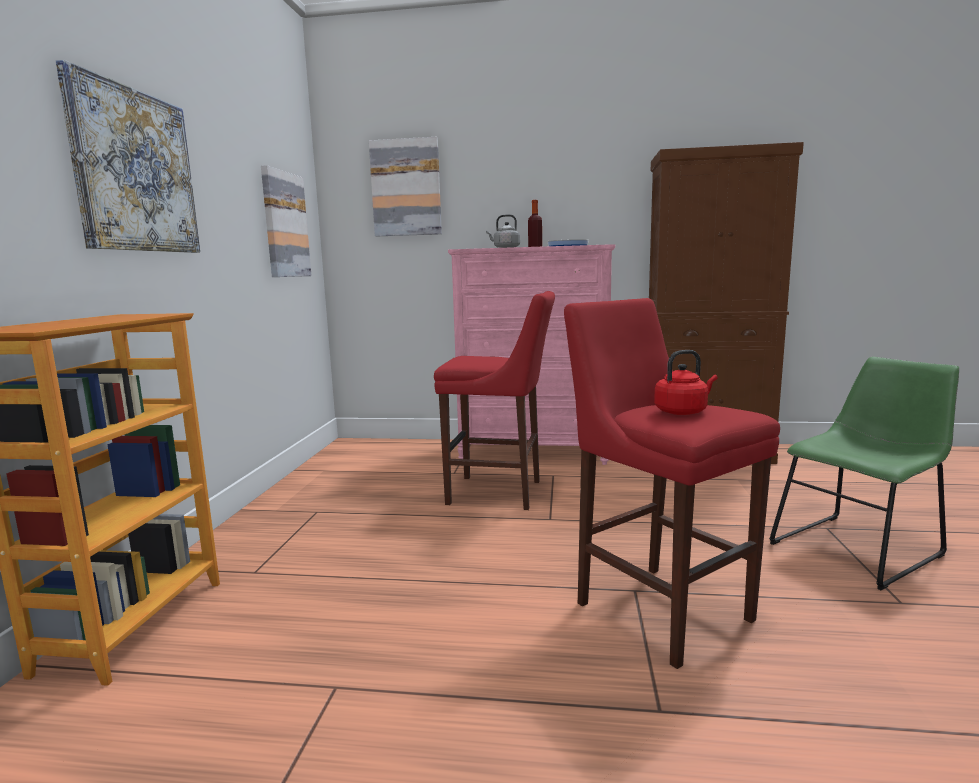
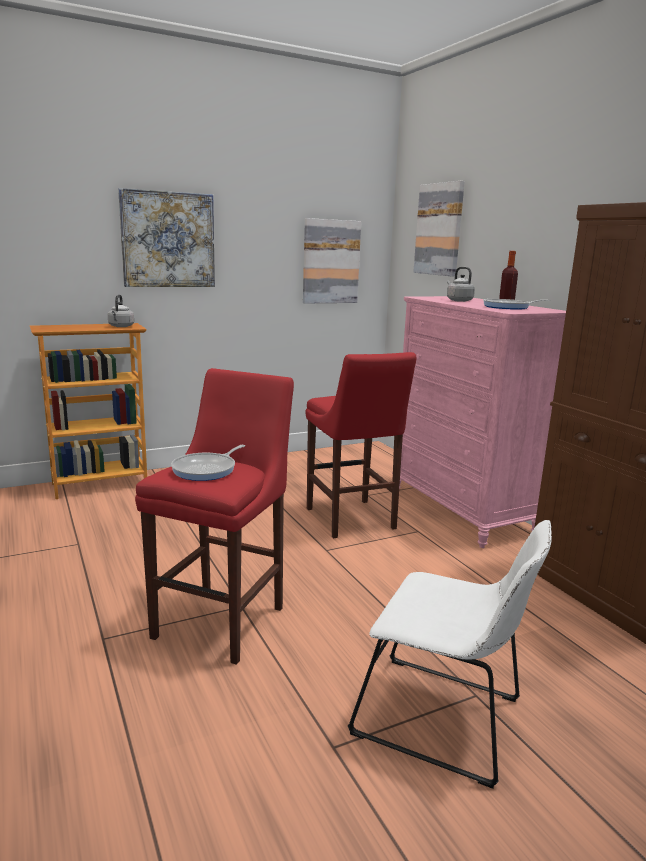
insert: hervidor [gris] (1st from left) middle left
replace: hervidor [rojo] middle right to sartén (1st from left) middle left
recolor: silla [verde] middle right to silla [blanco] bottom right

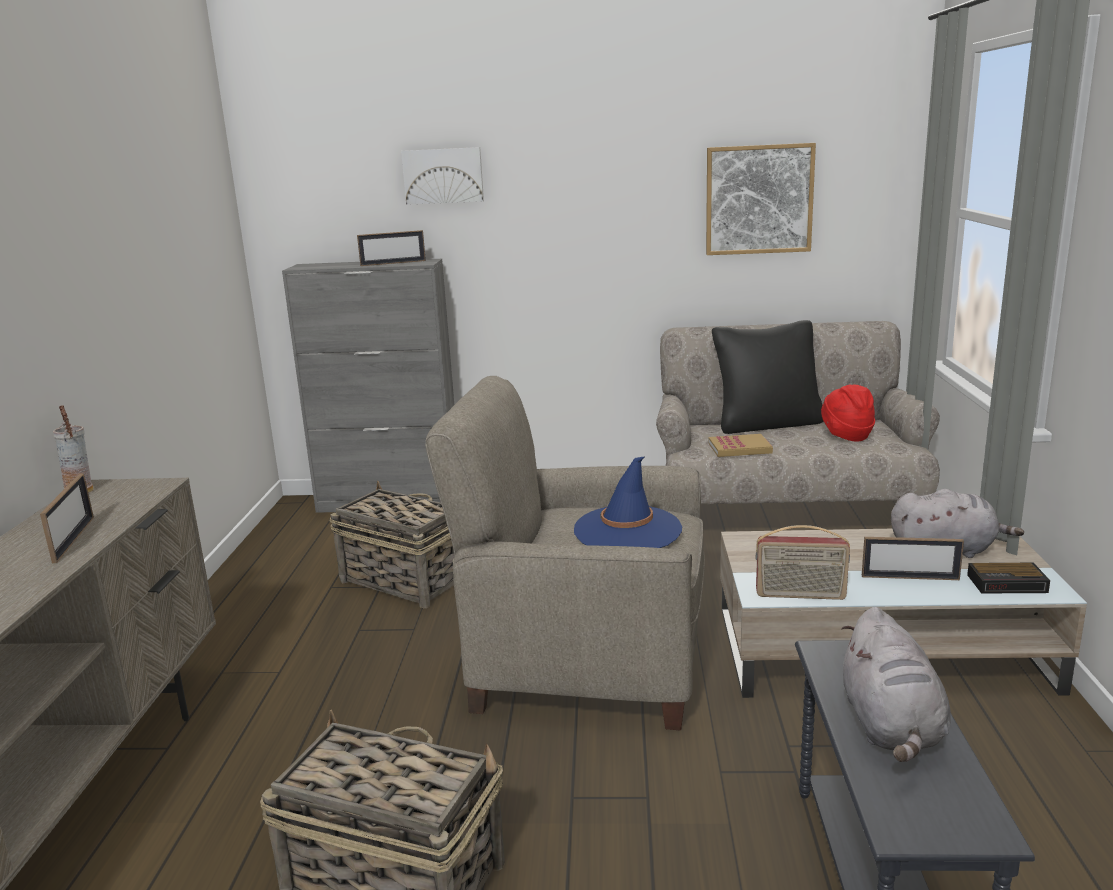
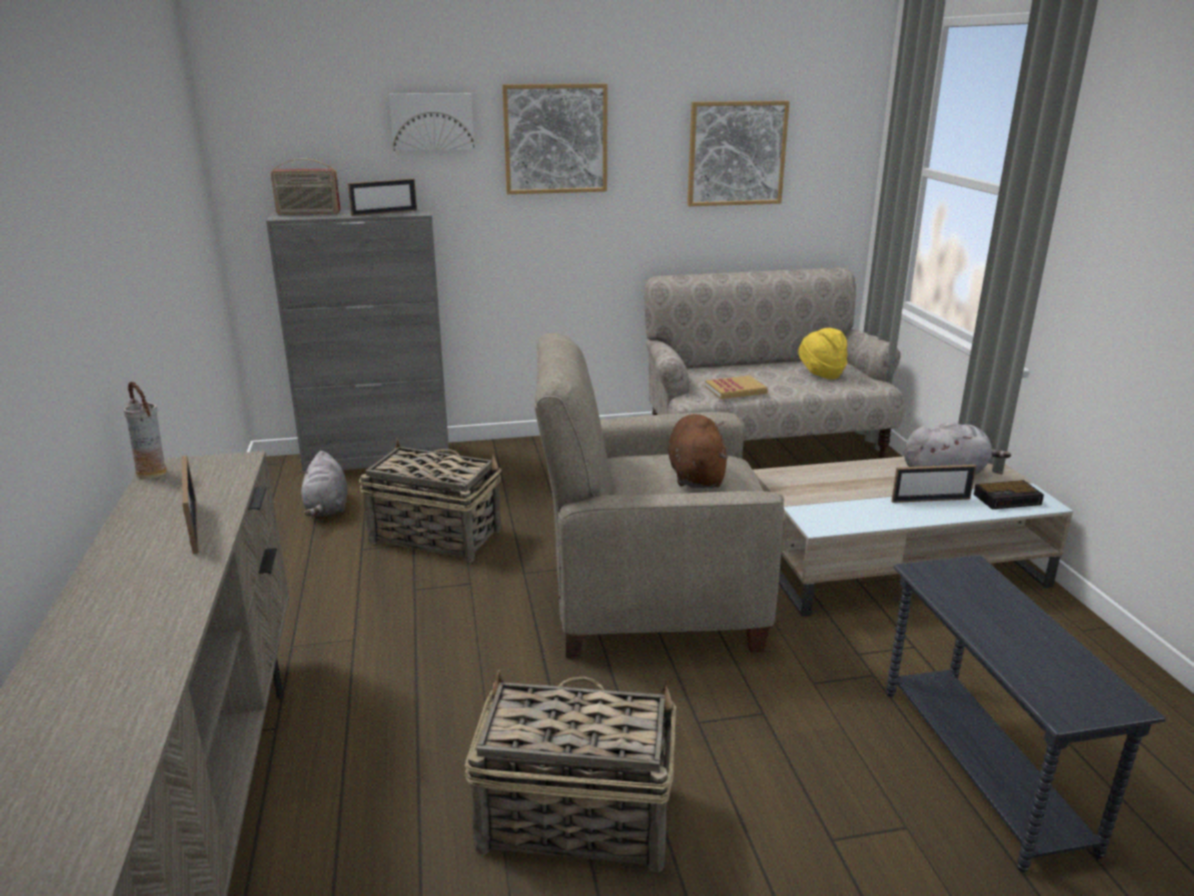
delete: cojín [negro] middle right
insert: cuadro (2nd from left) top centre
move: radio middle right to top left; peluche [gris] (1st from left) bottom right to middle left
replace: sombrero [azul] centre to peluche [marrón] centre
recolor: sombrero [rojo] middle right to sombrero [amarillo] middle right

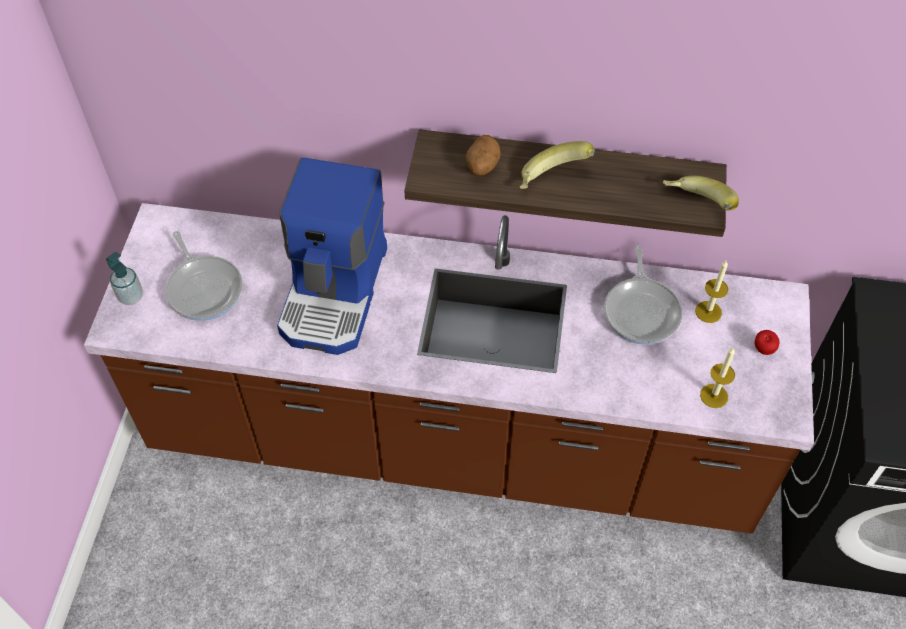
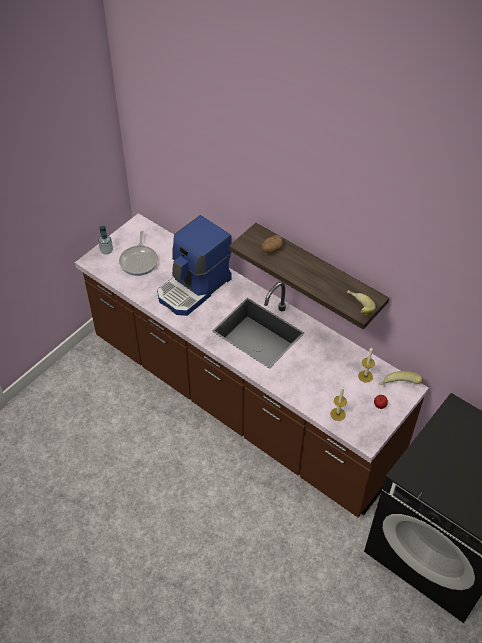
delete: sartén (2nd from left) middle right
move: plátano (1st from left in the first image) top centre to plátano (2nd from left) middle right

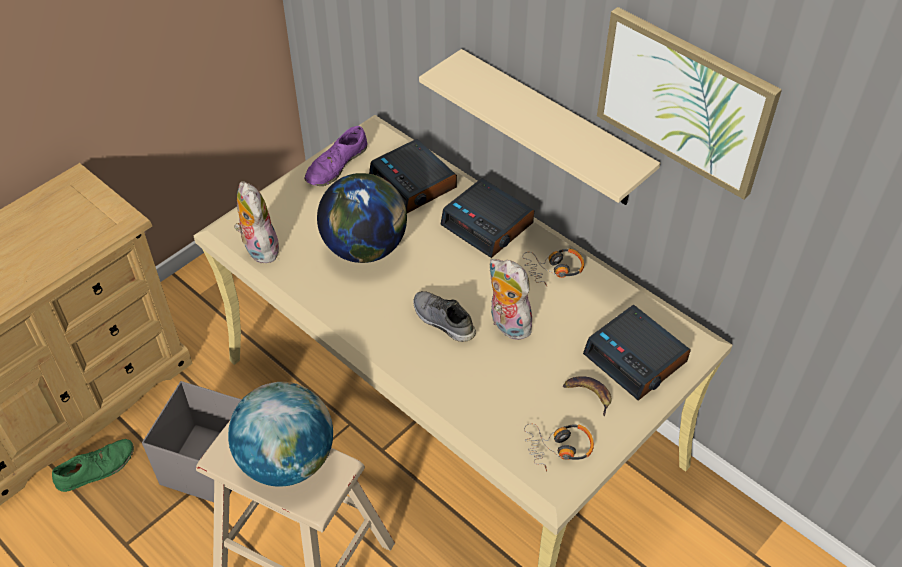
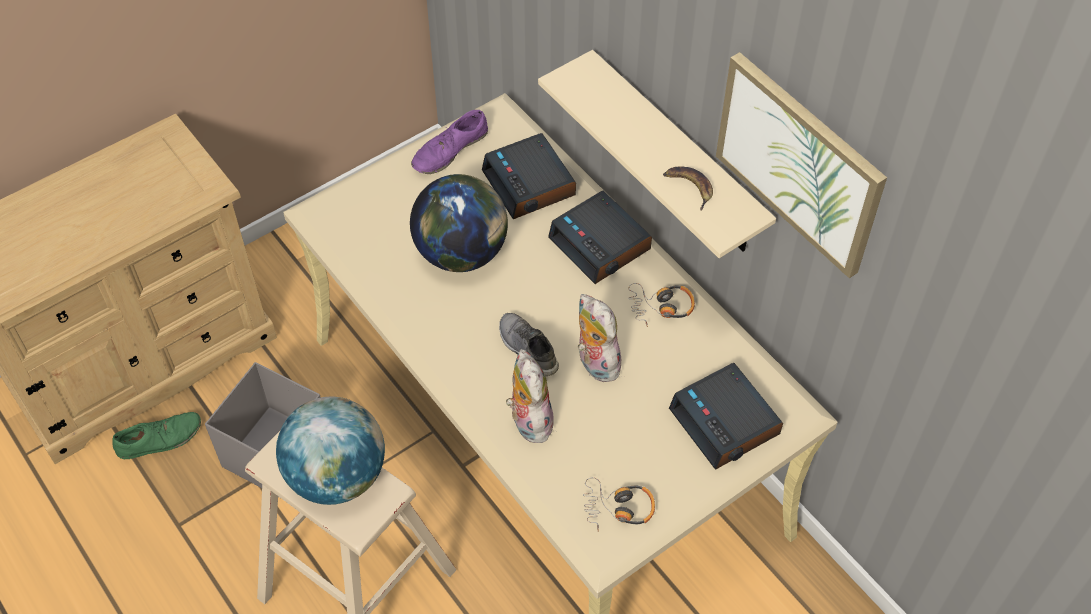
move: peluche (1st from left) middle left to centre; plátano bottom centre to top centre

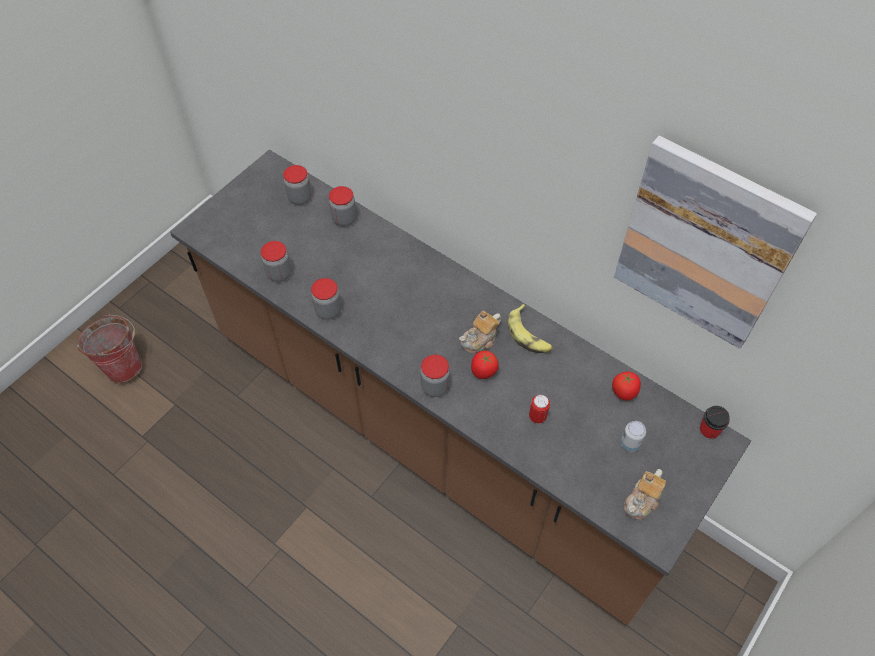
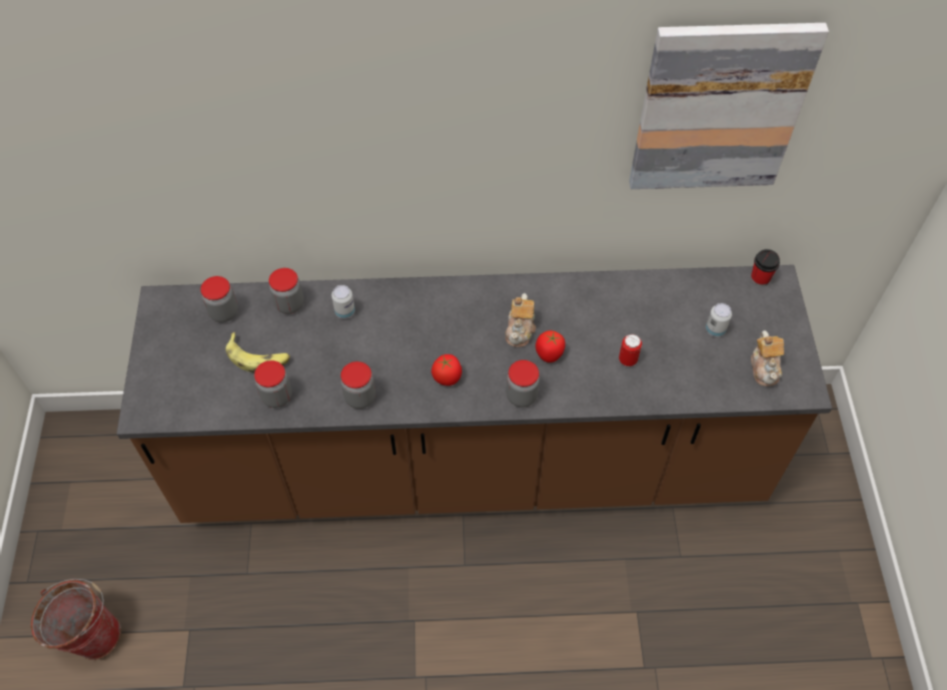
insert: lata (1st from left) centre
move: plátano centre to middle left; tomate (2nd from left in the first image) middle right to tomate (1st from left) centre

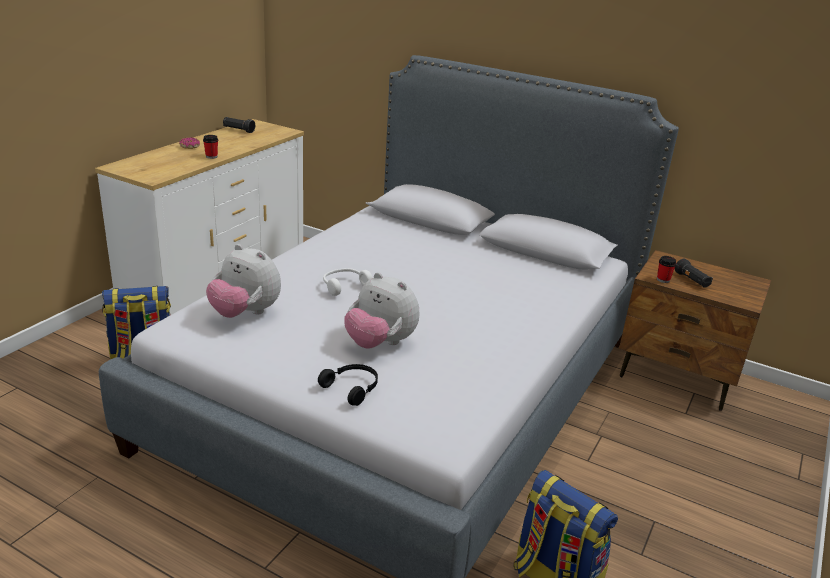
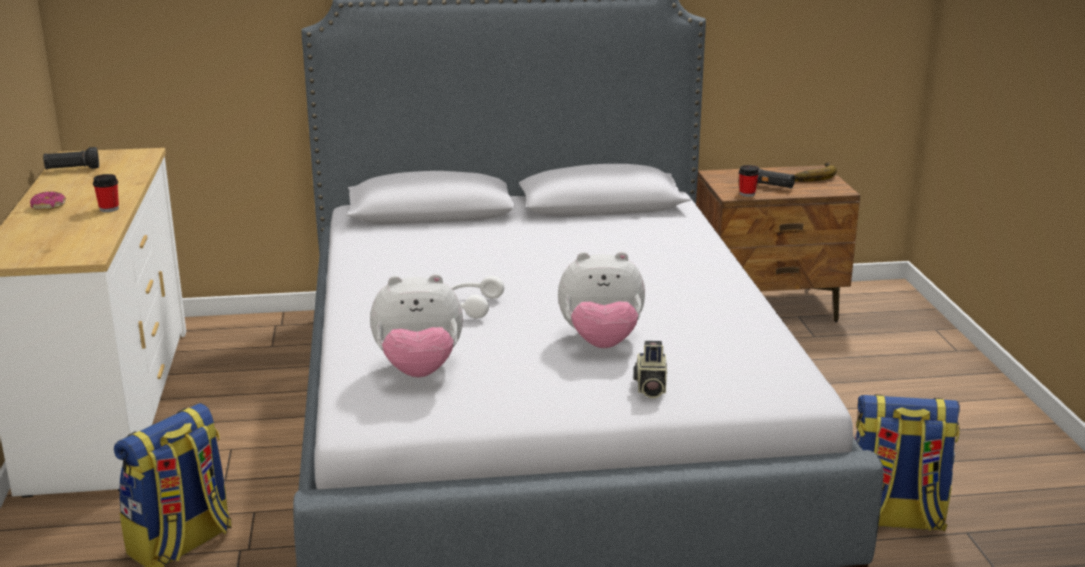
insert: plátano top right
replace: auriculares [negro] centre to cámara centre

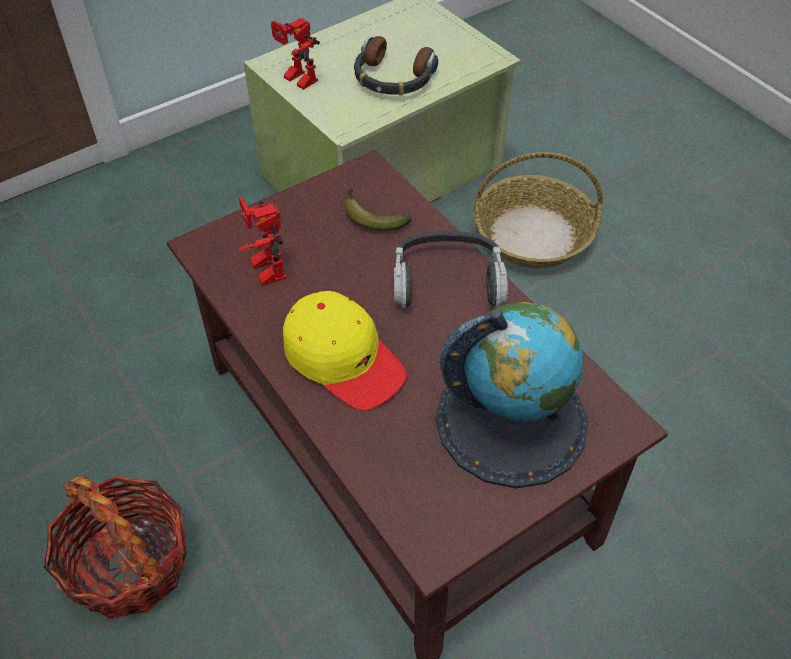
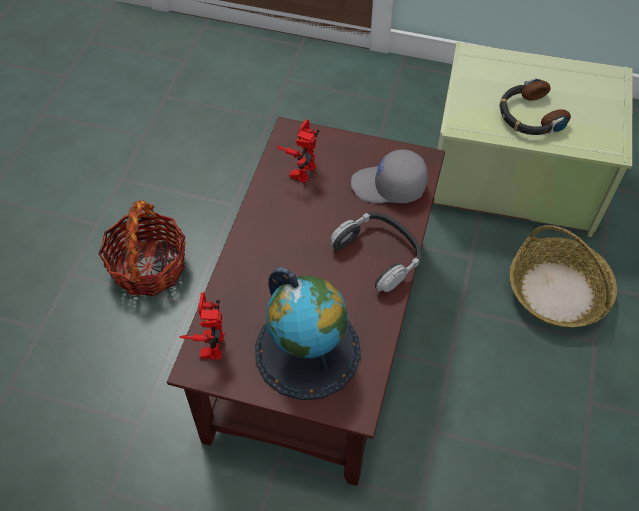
delete: gorra [amarillo] centre
move: robot de juguete (2nd from left in the first image) top centre to robot de juguete (1st from left) middle left
replace: plátano top centre to gorra [gris] centre

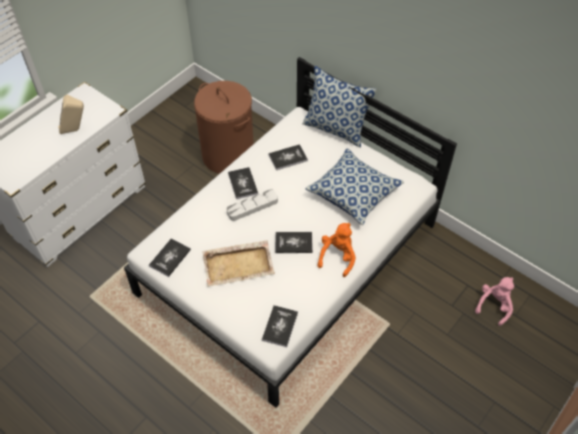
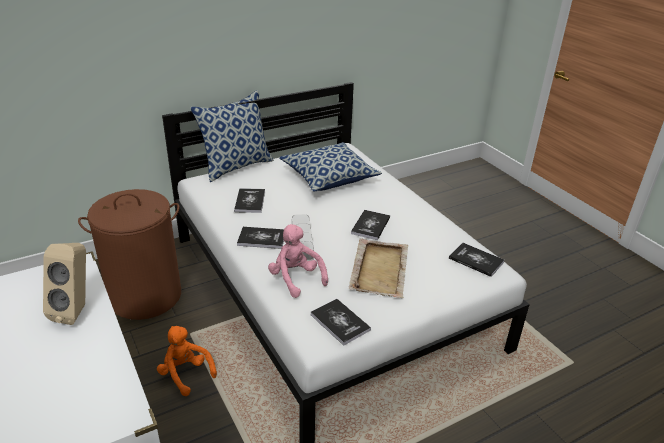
move: peluche [naranja] centre to bottom left; peluche [rosa] bottom right to centre

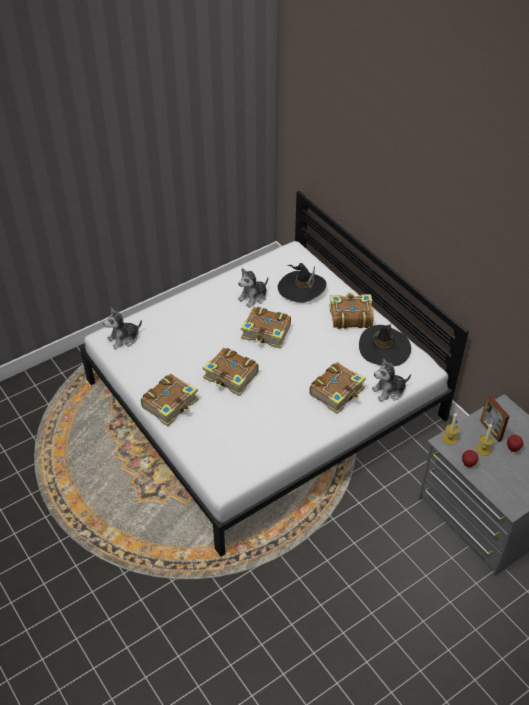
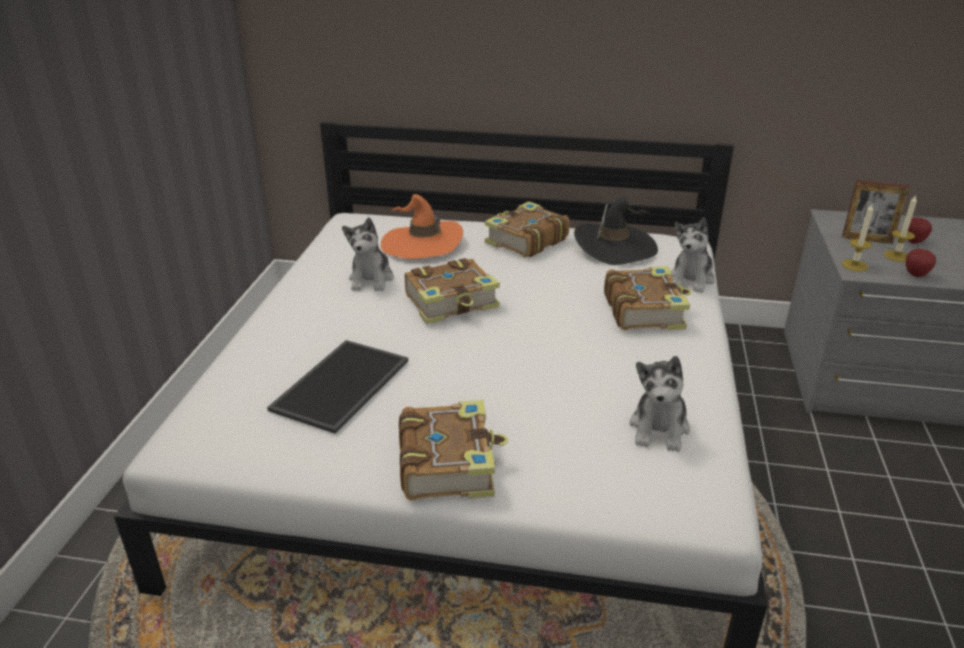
delete: libro (2nd from left) centre
insert: bandeja centre
move: peluche (1st from left in the first image) middle left to peluche (2nd from left) middle right
recolor: sombrero [negro] (1st from left) centre to sombrero [naranja] centre

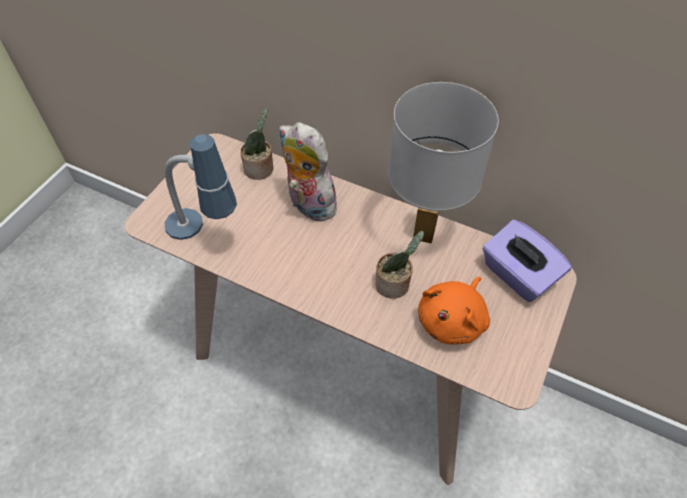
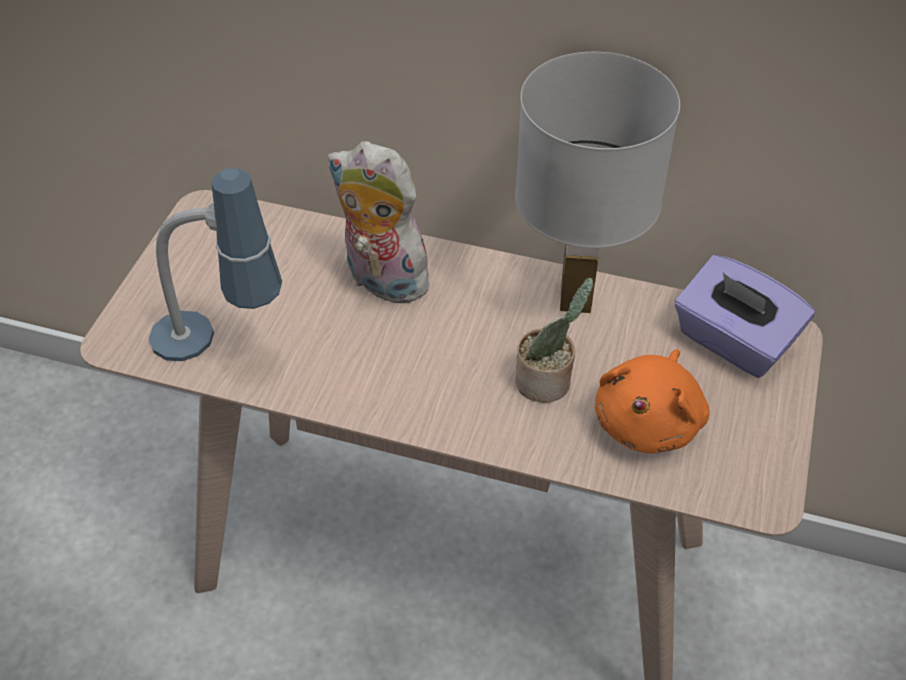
delete: planta en maceta (1st from left) top centre

